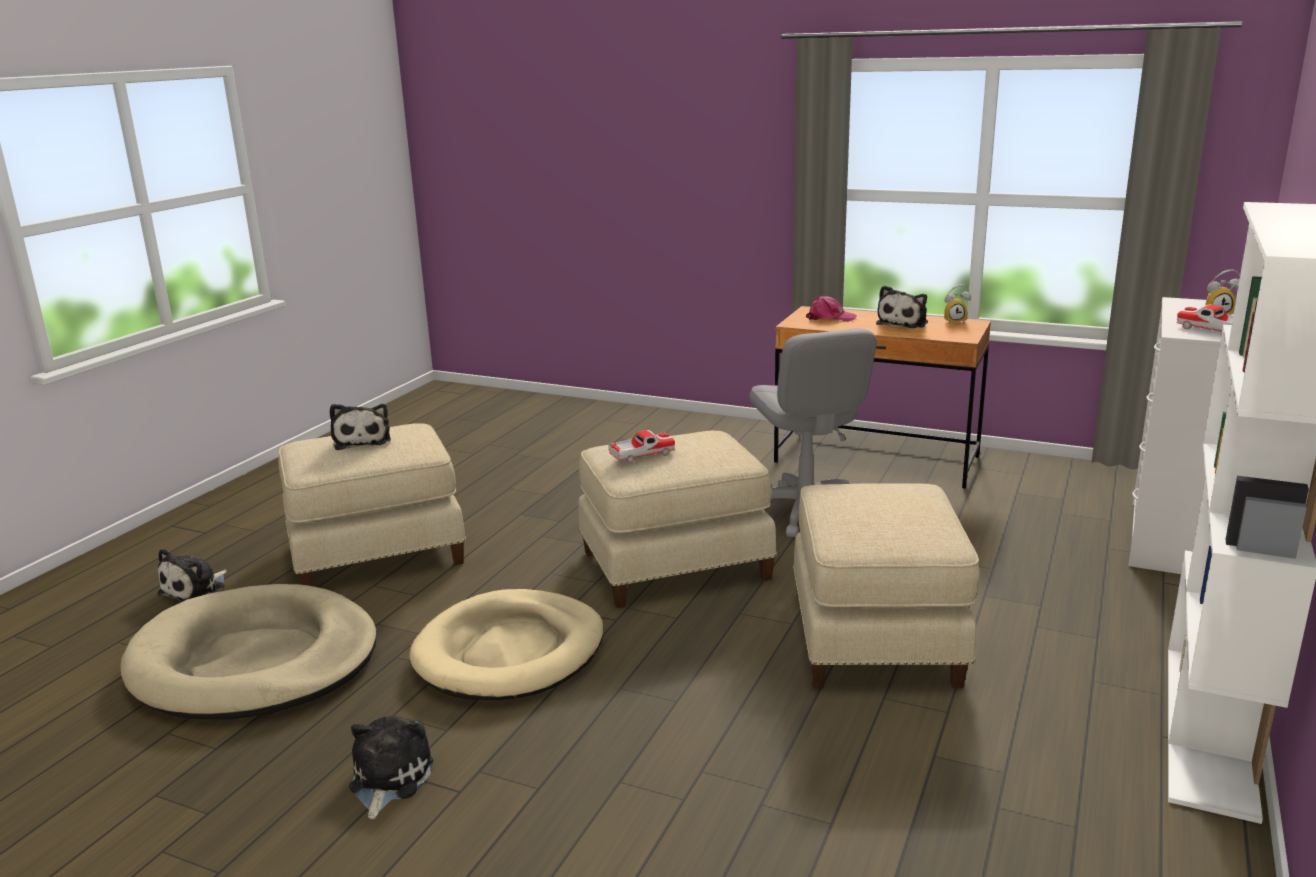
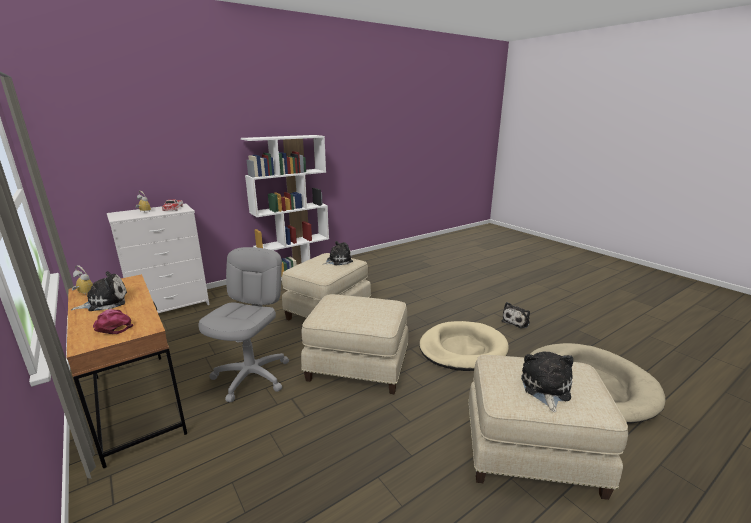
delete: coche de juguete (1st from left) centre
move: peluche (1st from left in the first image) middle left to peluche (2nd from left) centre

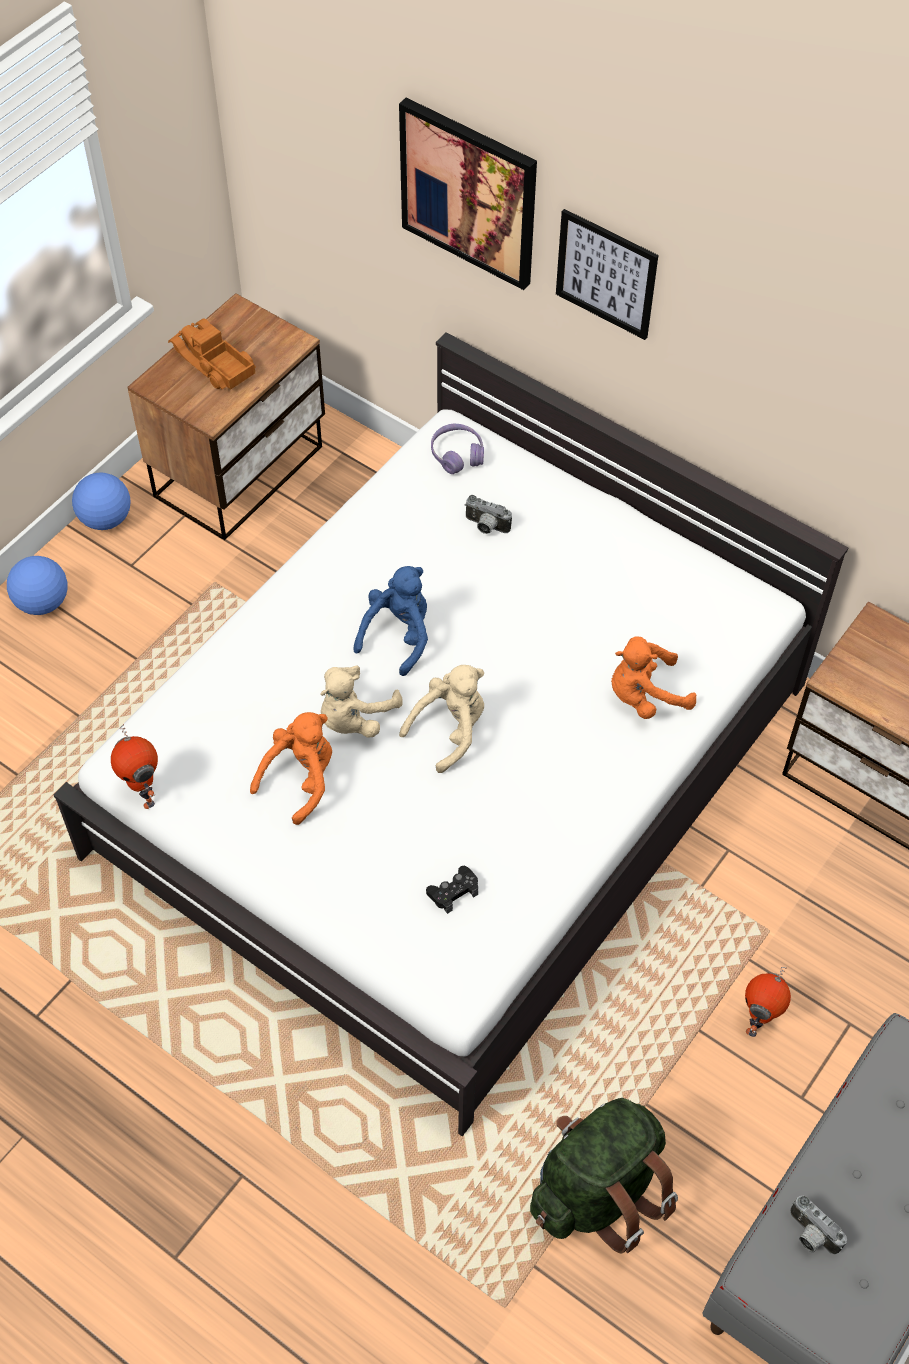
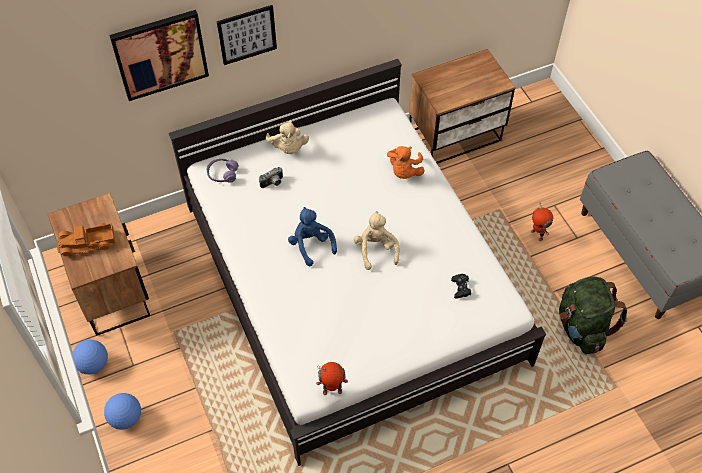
delete: peluche [naranja] (1st from left) middle left; cámara (2nd from left) bottom right
move: peluche [beis] (1st from left) centre to top centre

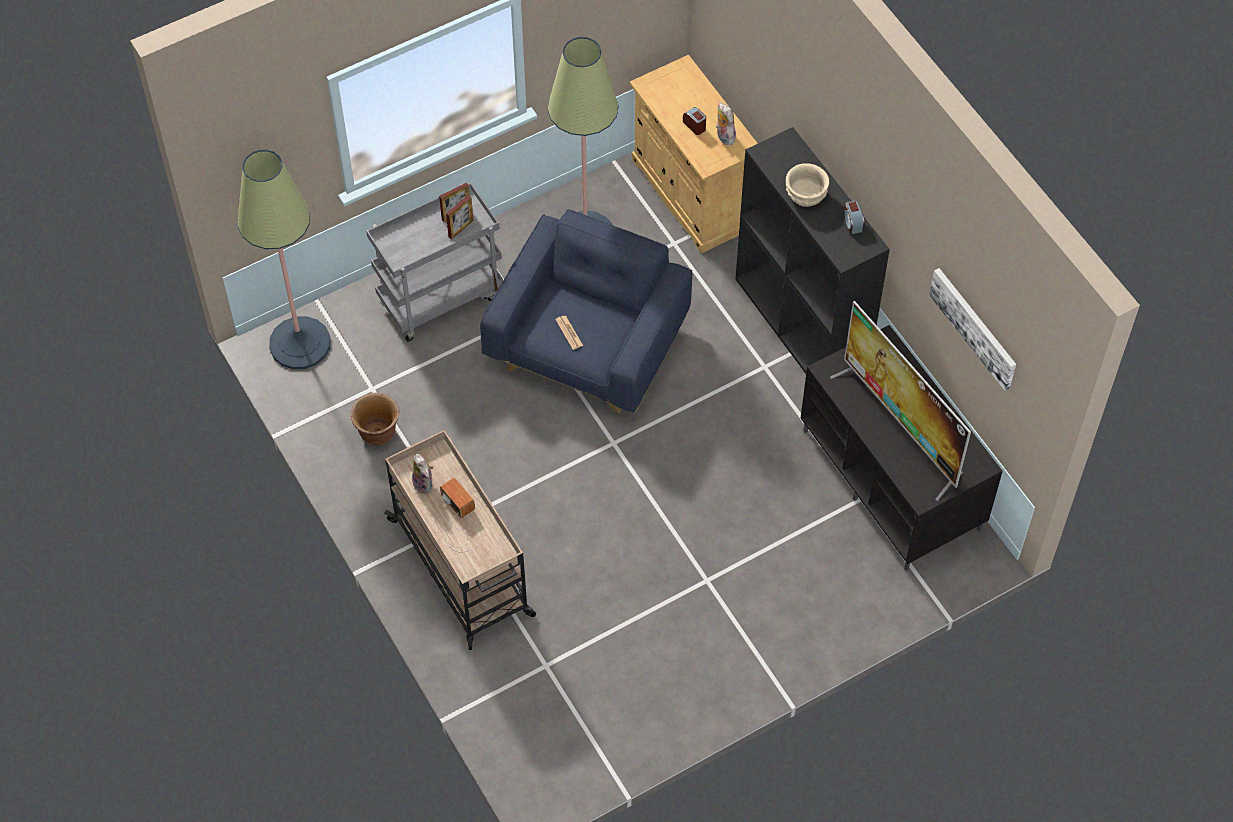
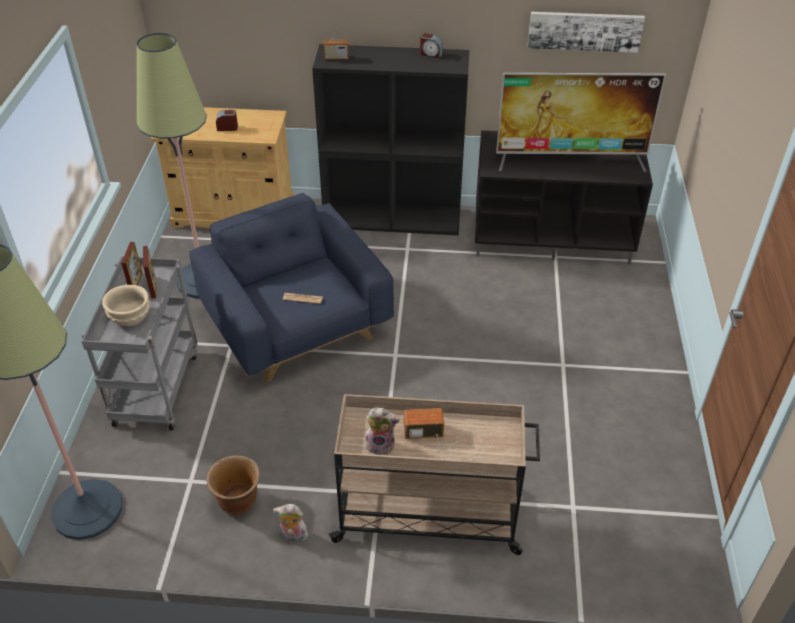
insert: radio (1st from left) top centre
move: peluche (2nd from left in the first image) top centre to peluche (1st from left) bottom centre; cuenco [beis] top centre to middle left

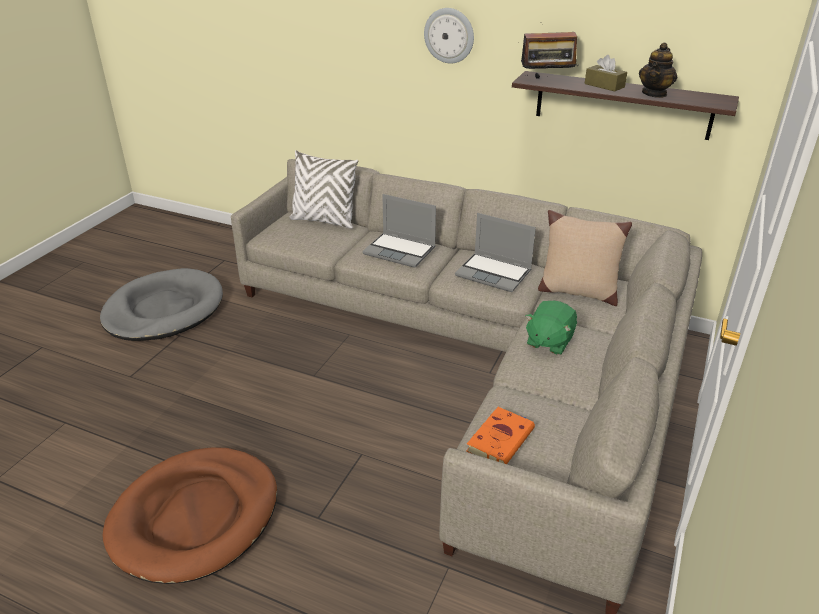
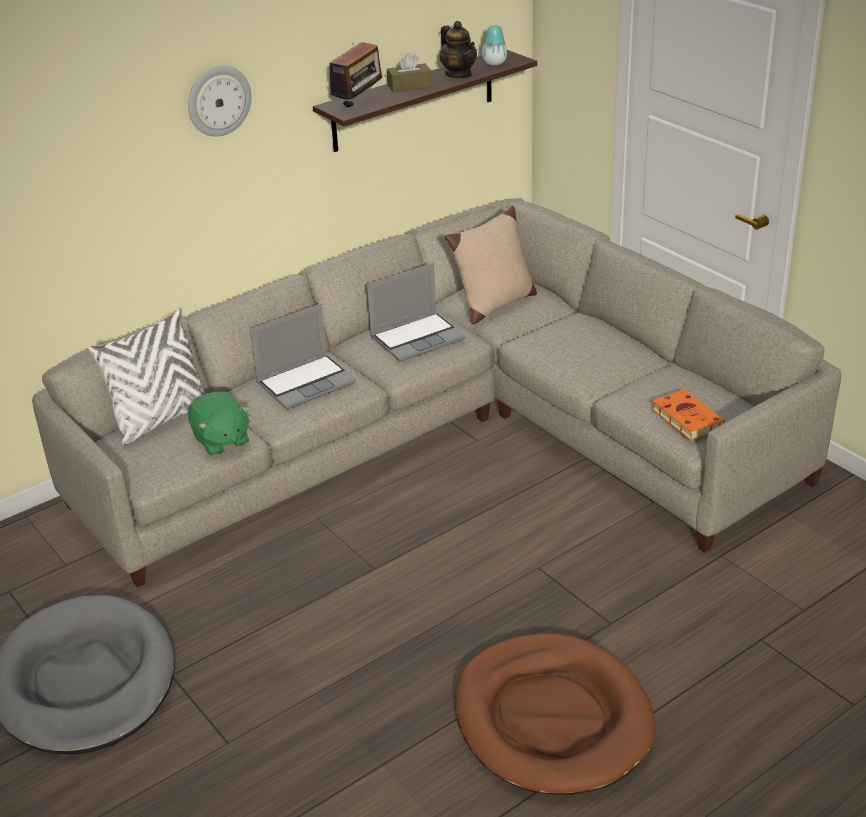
insert: florero top centre
move: peluche [verde] middle right to middle left

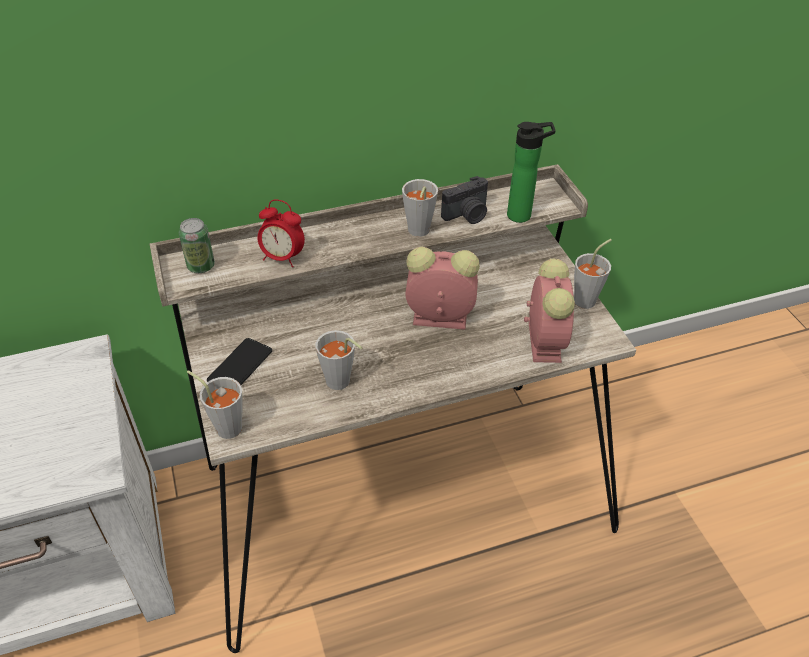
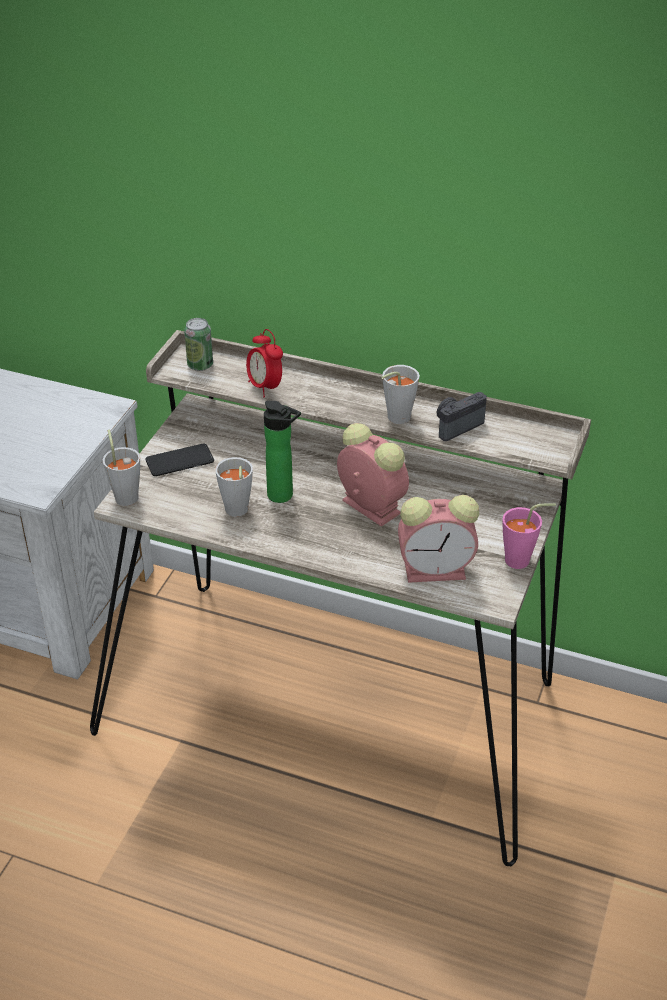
move: botella top centre to centre
recolor: taza [gris] (4th from left) middle right to taza [rosa] middle right
rotate: cámara top centre = middle right 135 degrees clockwise; despertador (3rd from left) middle right = centre 45 degrees clockwise

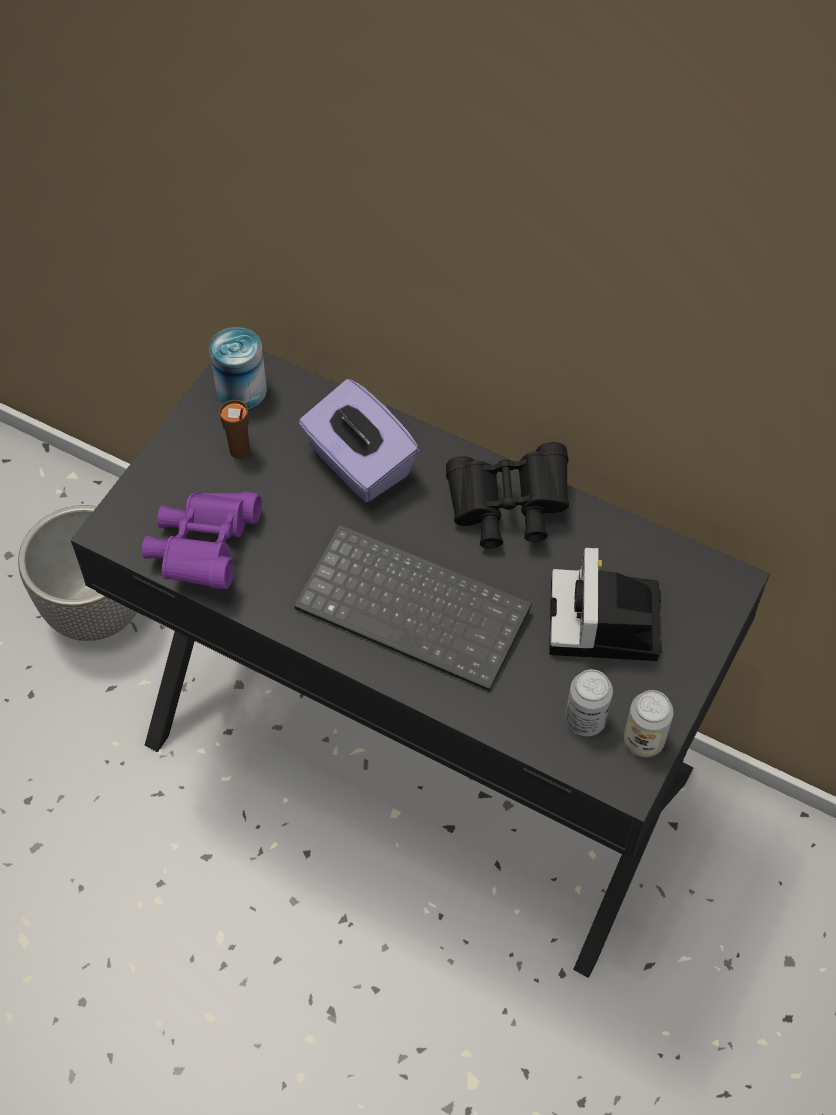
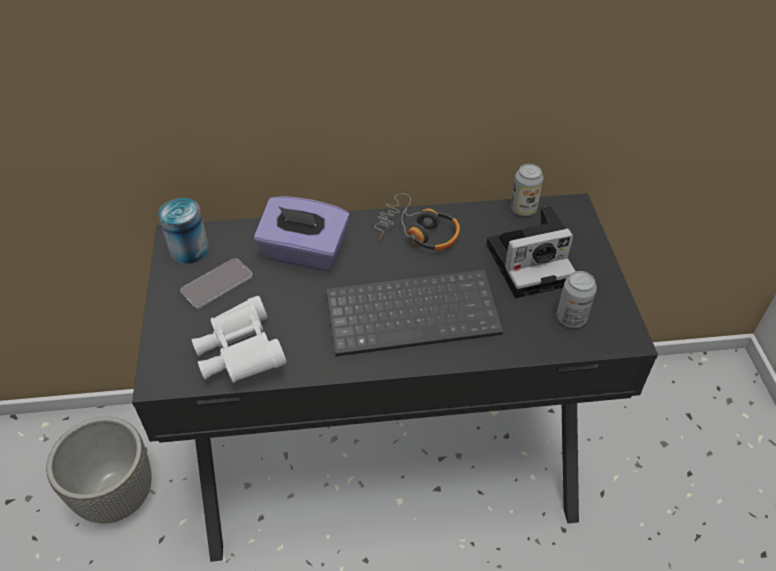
move: lata (3rd from left in the first image) middle right to lata (2nd from left) top right
replace: taza [marrón] middle left to móvil middle left; prismáticos [negro] centre to auriculares centre
recolor: prismáticos [morado] middle left to prismáticos [blanco] middle left
rotate: cámara middle right = middle right 75 degrees counterclockwise

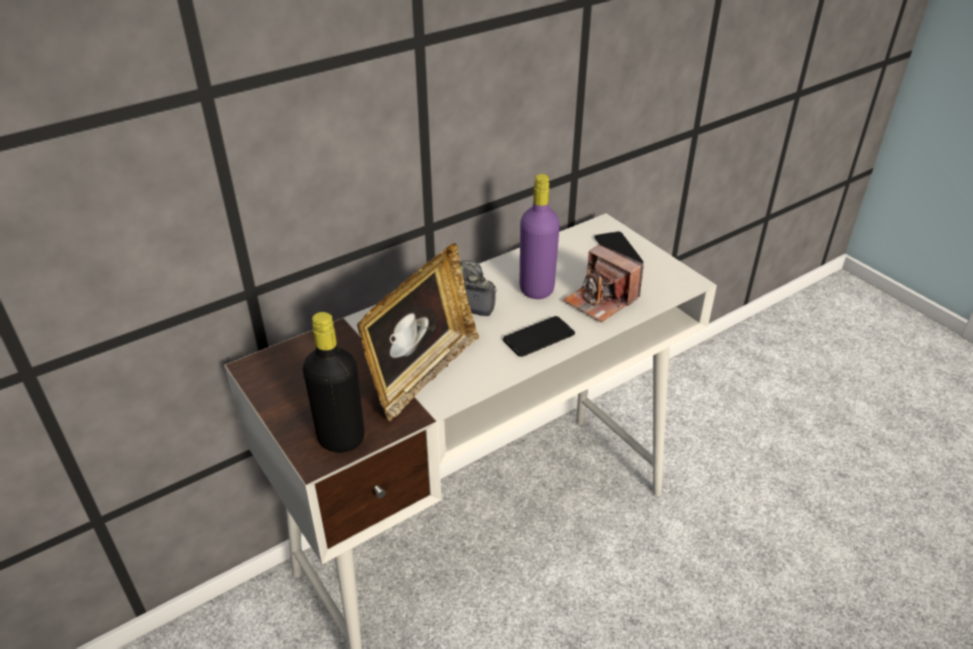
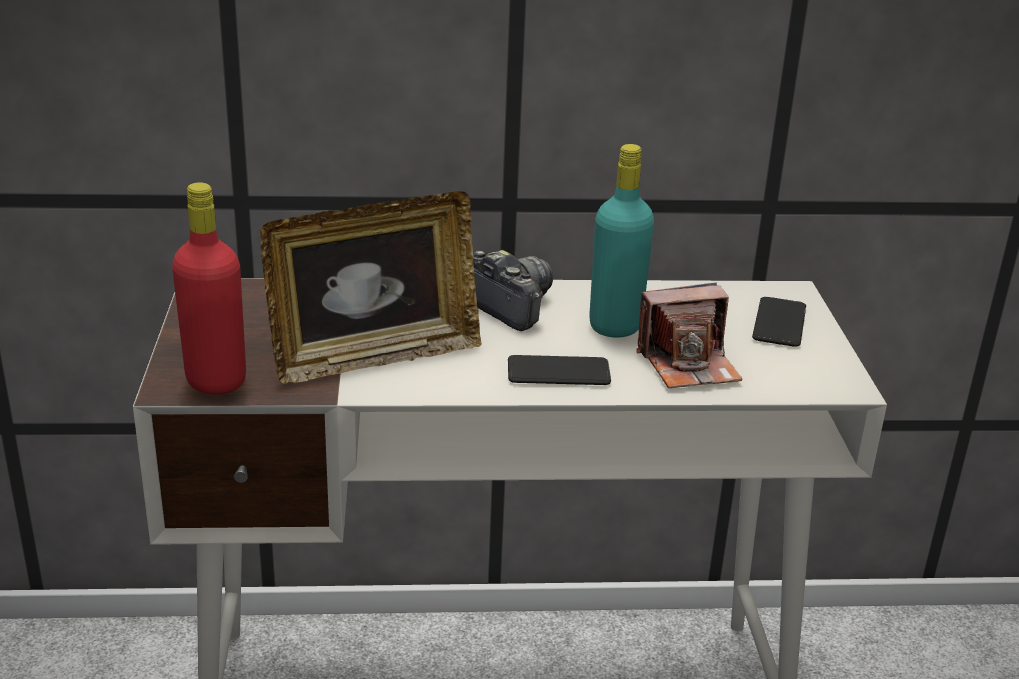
recolor: botella [negro] centre to botella [rojo] middle left; botella [morado] centre to botella [turquesa] centre
rotate: cámara (2nd from left) centre = middle right 90 degrees counterclockwise

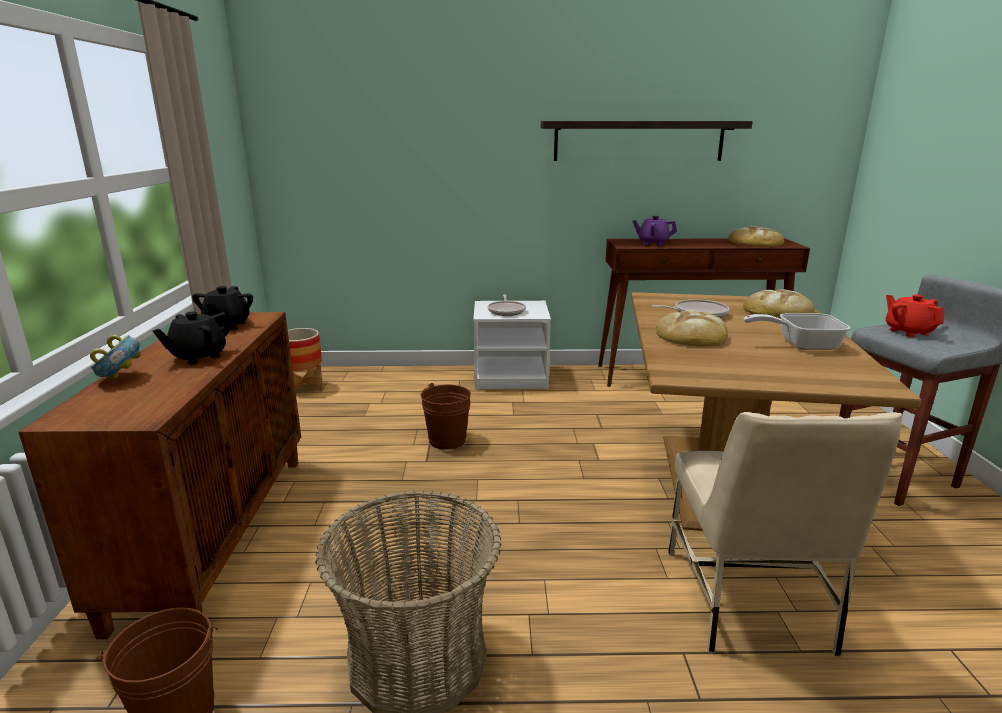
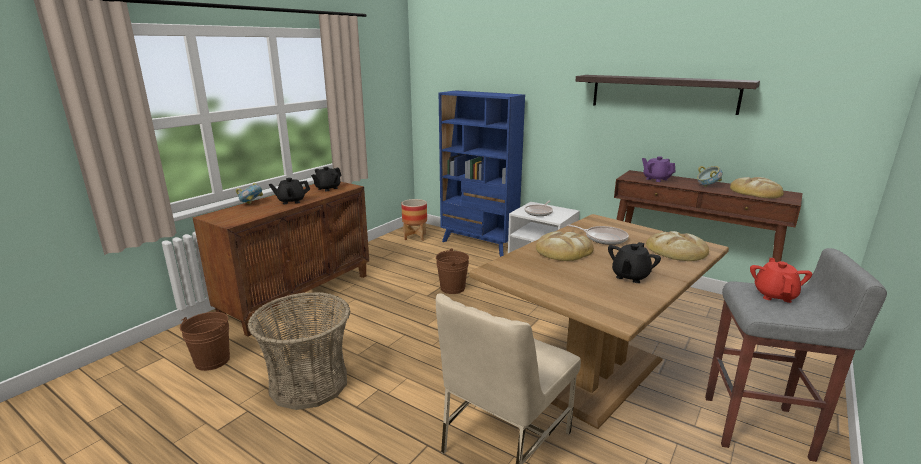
insert: estantería [azul] centre; cuenco (2nd from left) middle right
replace: sartén (3rd from left) middle right to tetera [negro] (3rd from left) middle right

